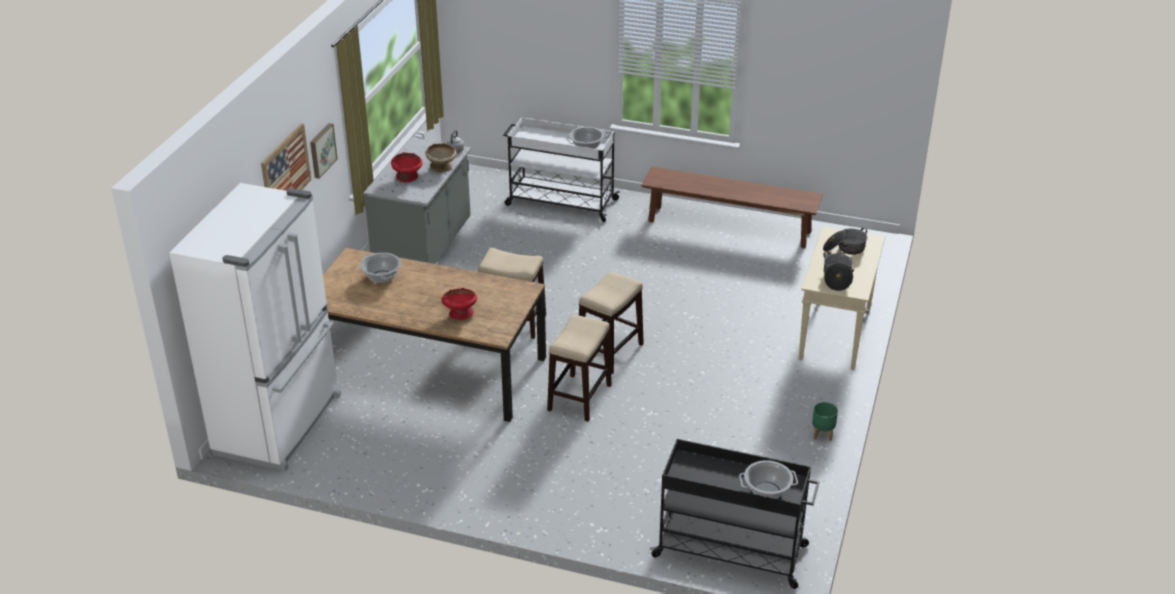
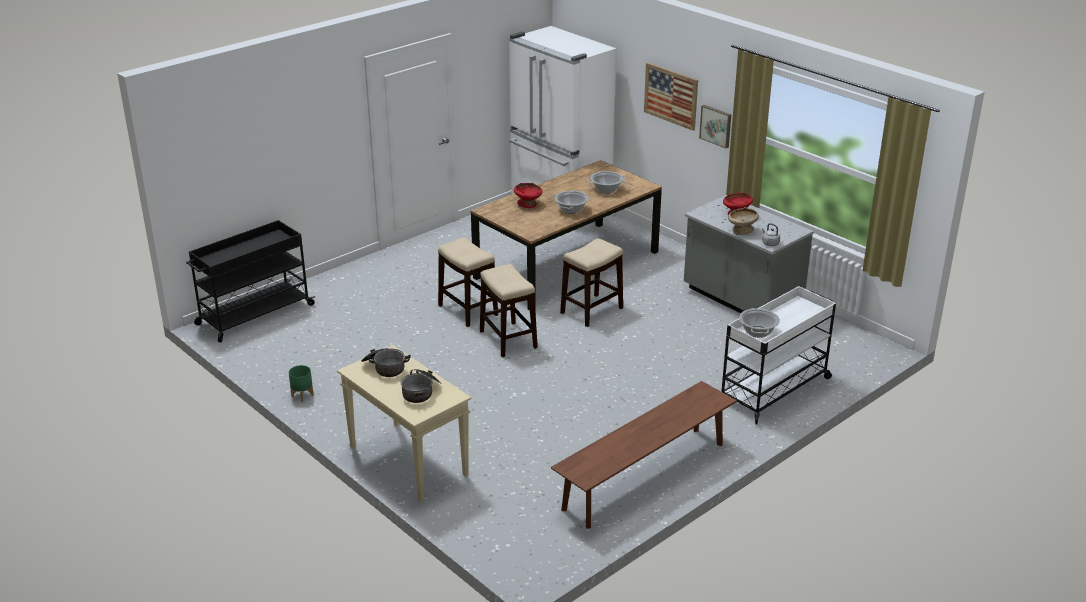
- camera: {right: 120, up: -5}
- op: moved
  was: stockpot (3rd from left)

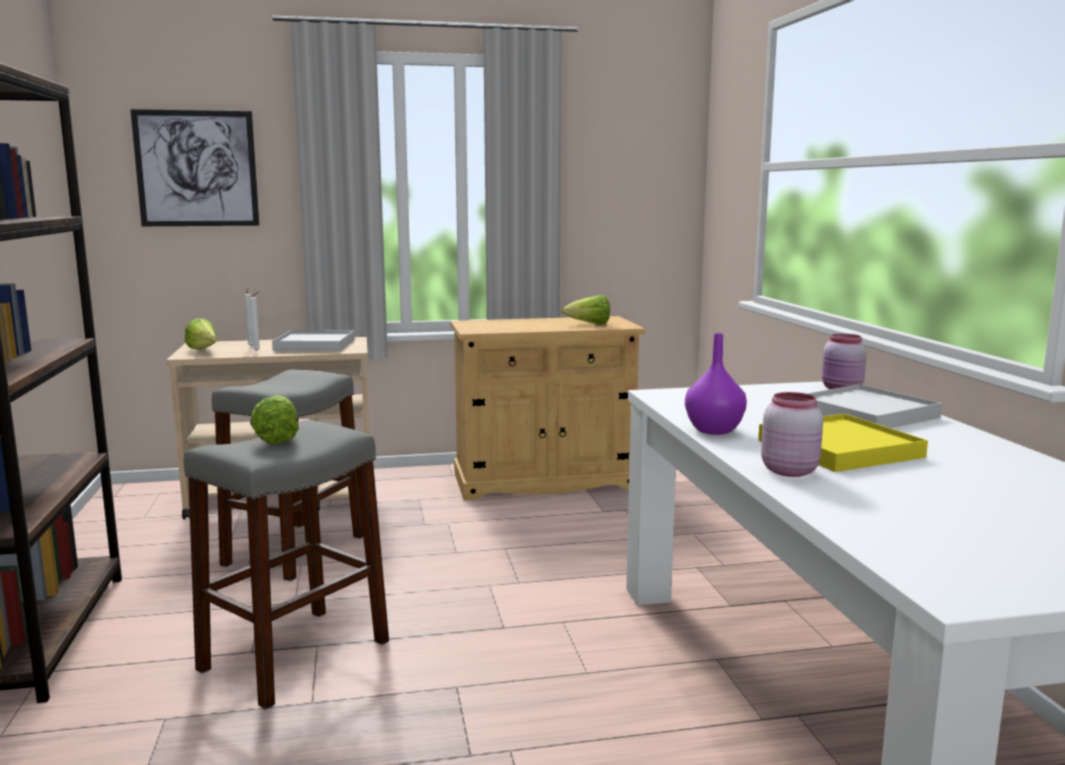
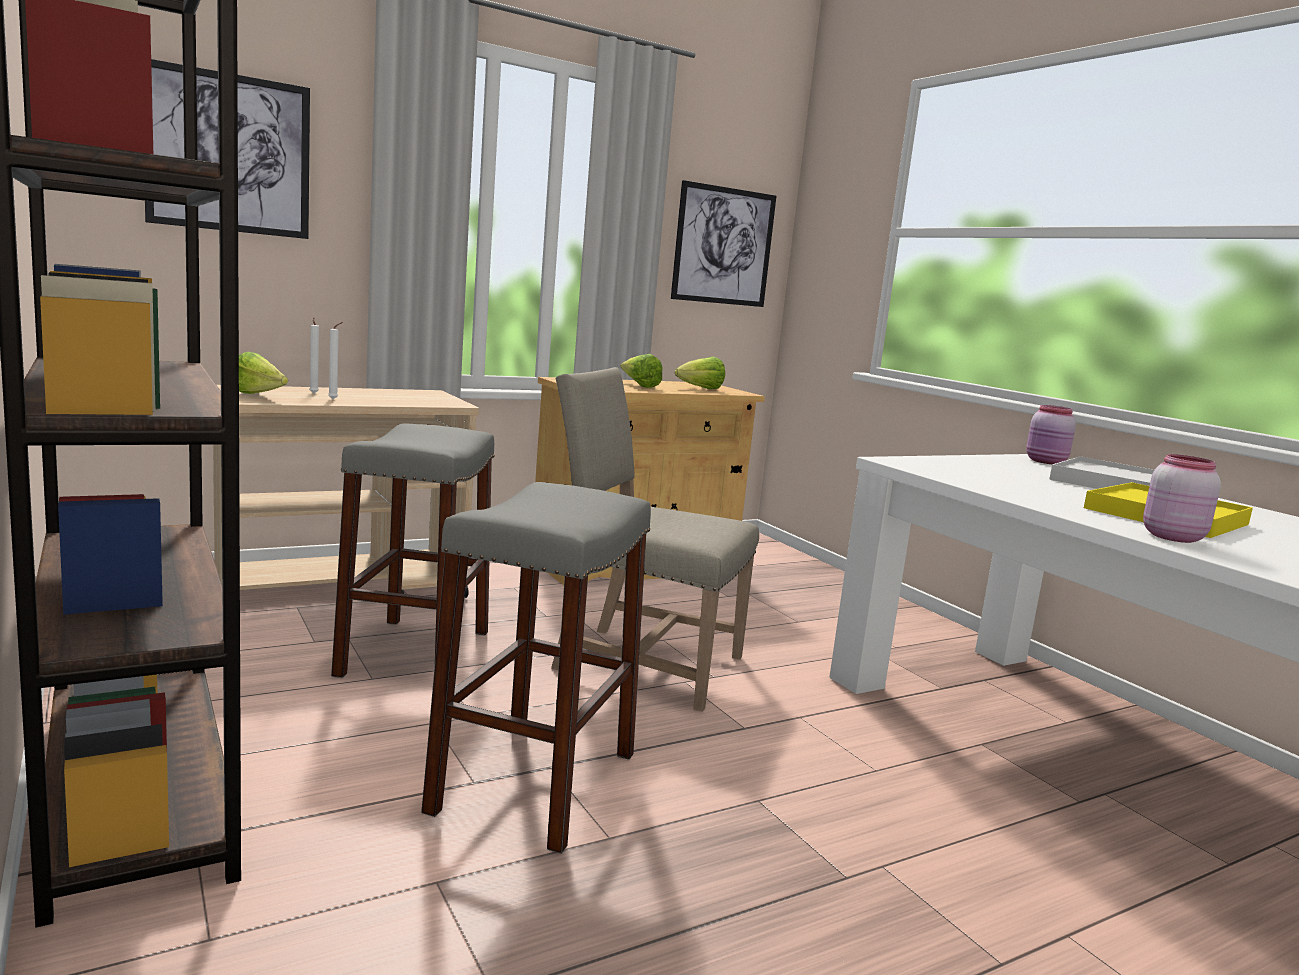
- camera: {right: -20, up: 0}
- op: removed
  was: white tray (1st from left)
- op: removed
  was: purple-coloured flower vase
- op: moved
  was: lettuce (2nd from left)
- op: added
  now: wall picture (2nd from left)
- op: added
  now: beige-coloured chair

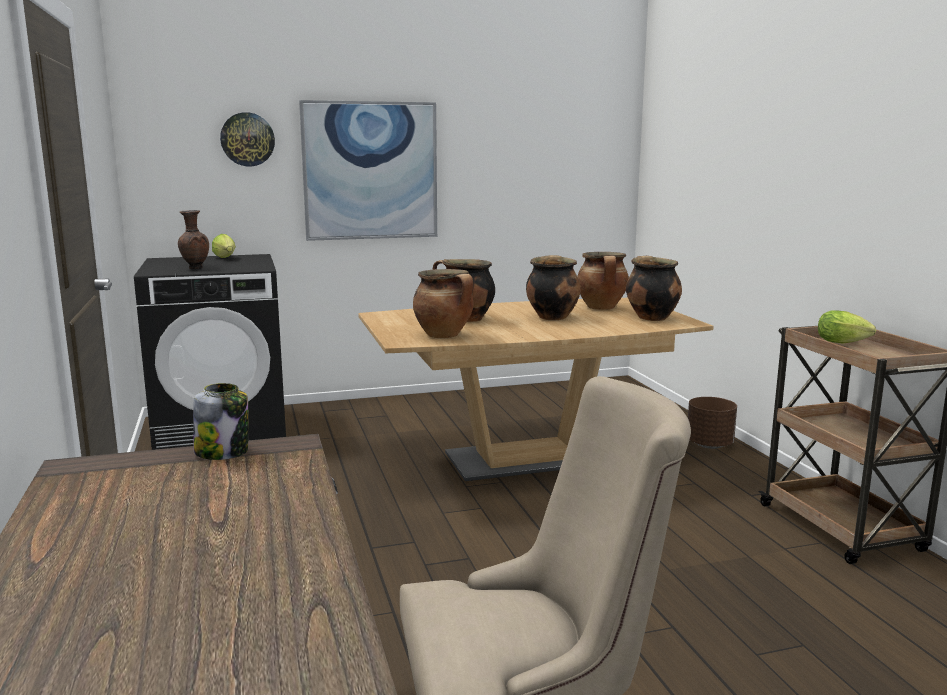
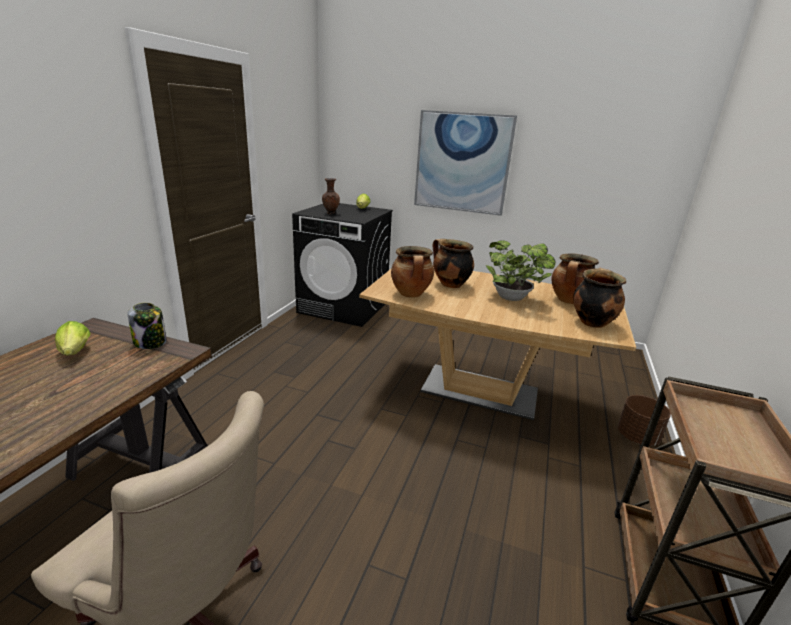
- camera: {right: 35, up: 10}
- op: removed
  was: clock on the wall
- op: replaced
  was: stockpot (3rd from left)
  now: houseplant
- op: moved
  was: lettuce (2nd from left in the first image)
  now: lettuce (1st from left)

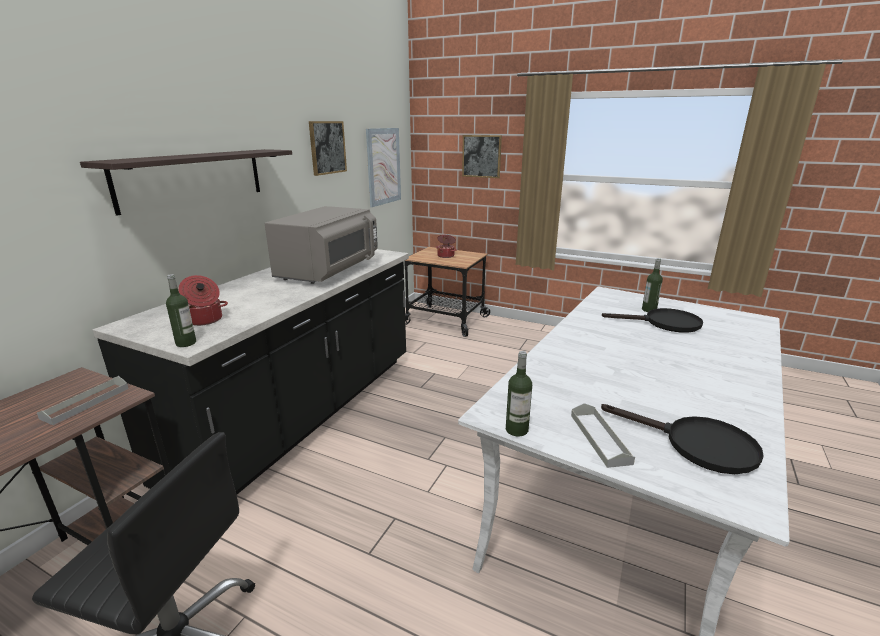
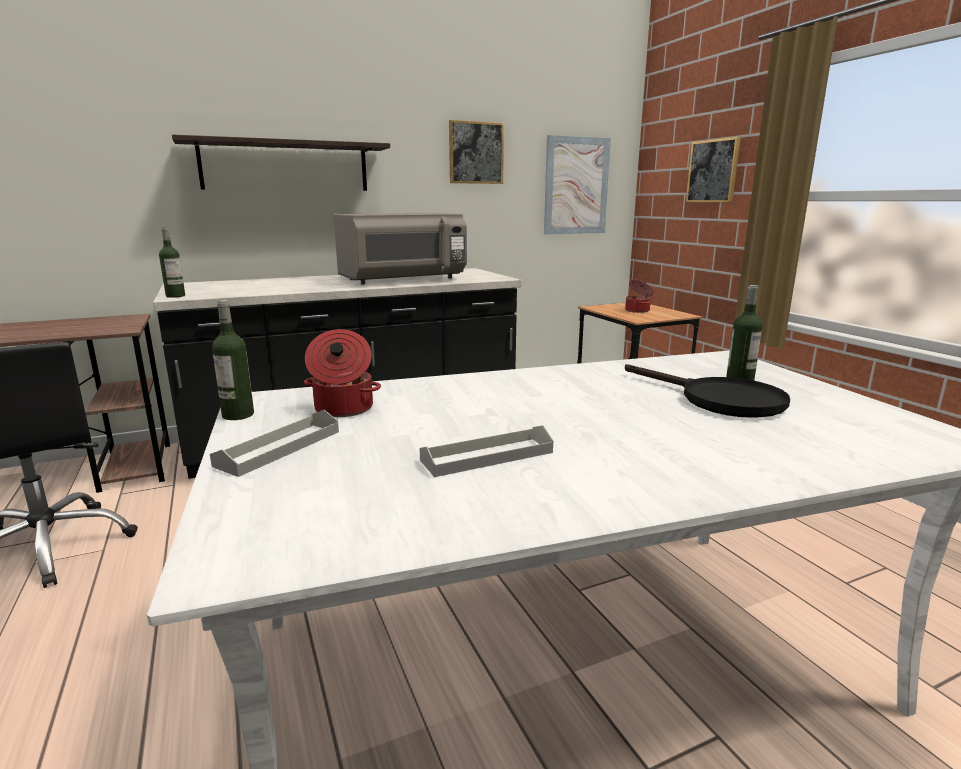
- camera: {right: 40, up: -5}
- op: moved
  was: stockpot (1st from left)
- op: moved
  was: greyish tray (1st from left in the first image)
  now: greyish tray (2nd from left)
- op: removed
  was: black skillet (2nd from left)

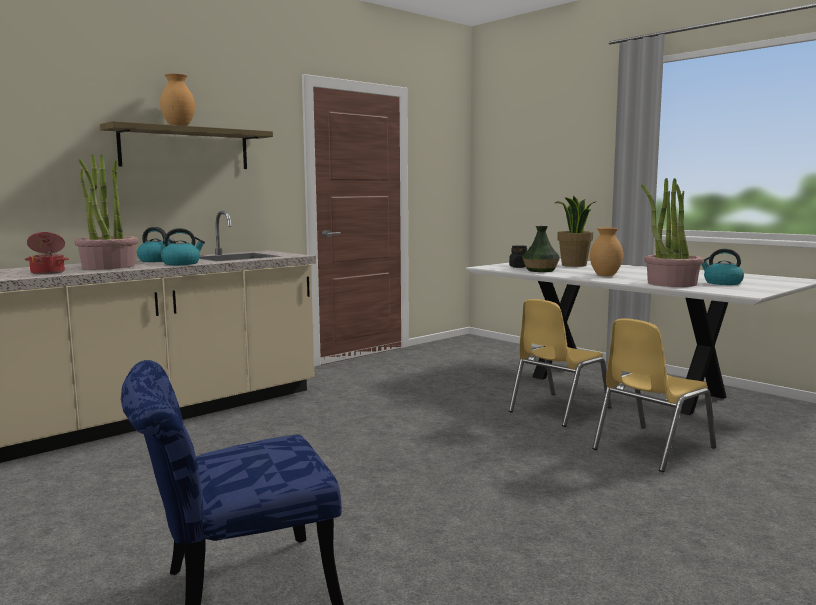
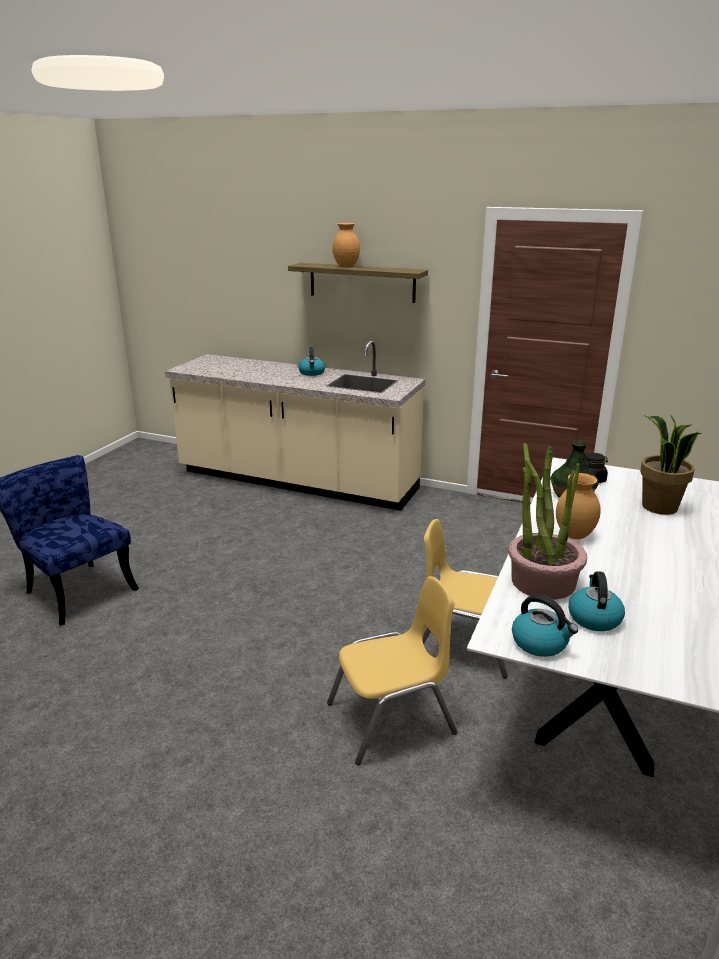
- camera: {right: 65, up: 15}
- op: removed
  was: houseplant (1st from left)
- op: moved
  was: kettle (2nd from left)
- op: removed
  was: stockpot
- op: turned
  was: yellow-coloured chair (2nd from left in the first image)
  clockwise: 135

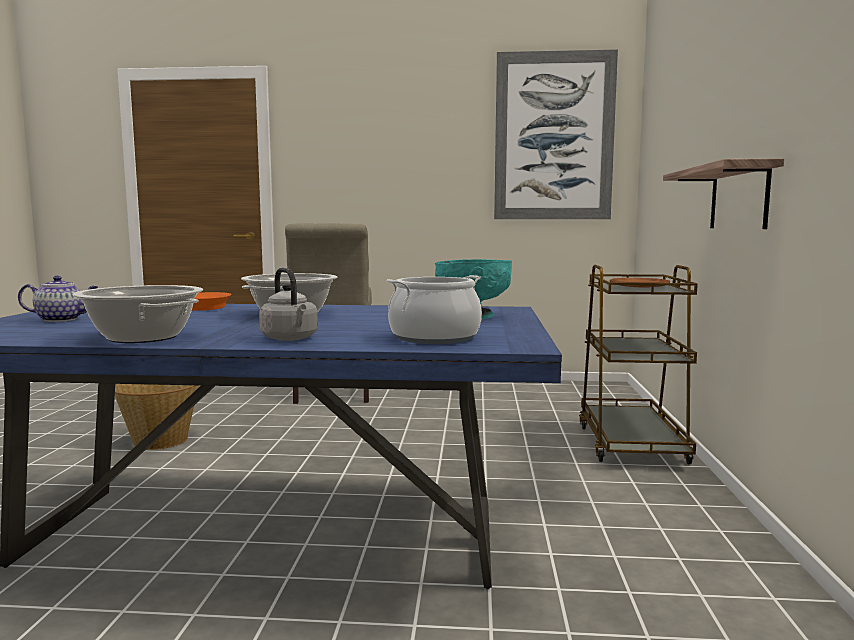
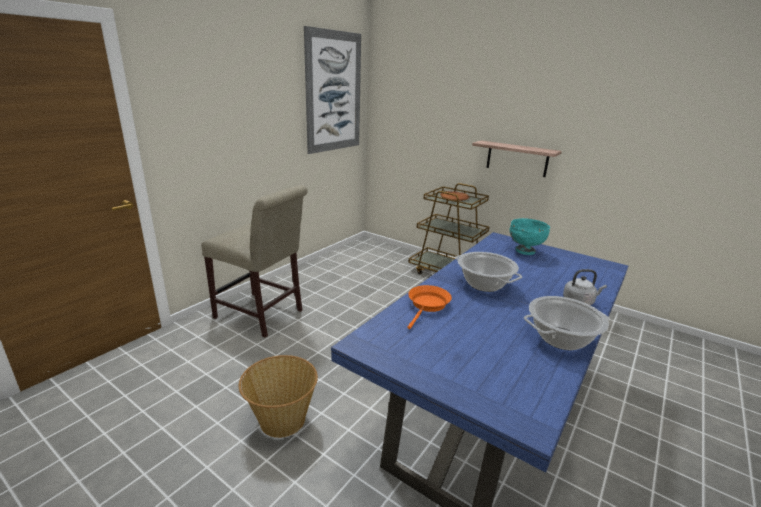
- camera: {right: -60, up: 15}
- op: removed
  was: stockpot (3rd from left)
- op: removed
  was: teapot

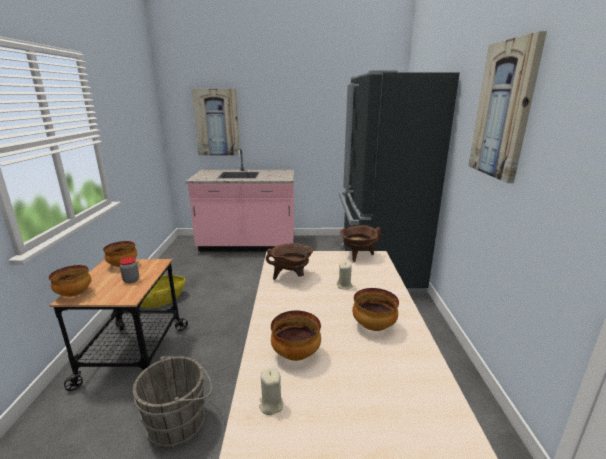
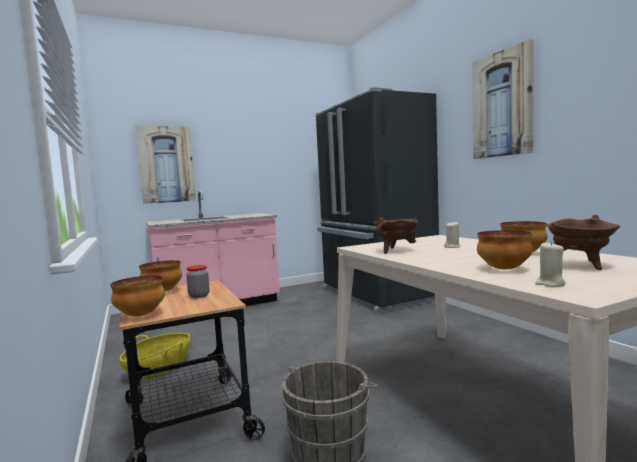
- camera: {right: -25, up: -15}
- op: moved
  was: brown stockpot (2nd from left)

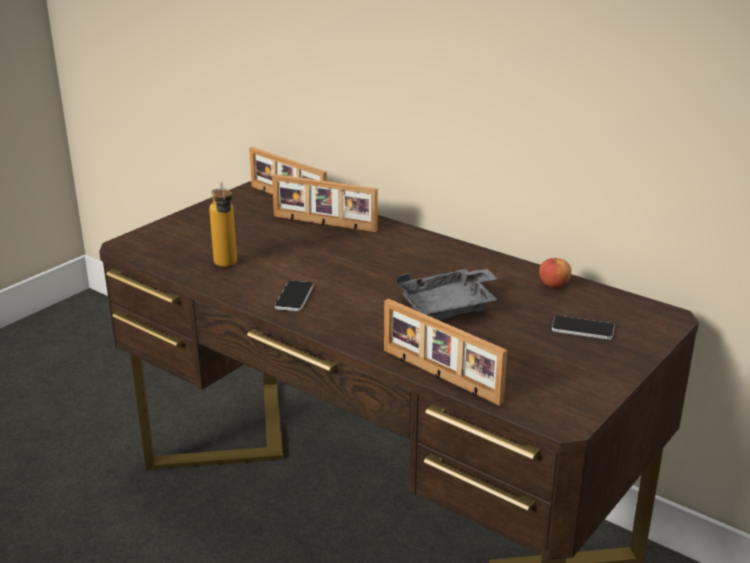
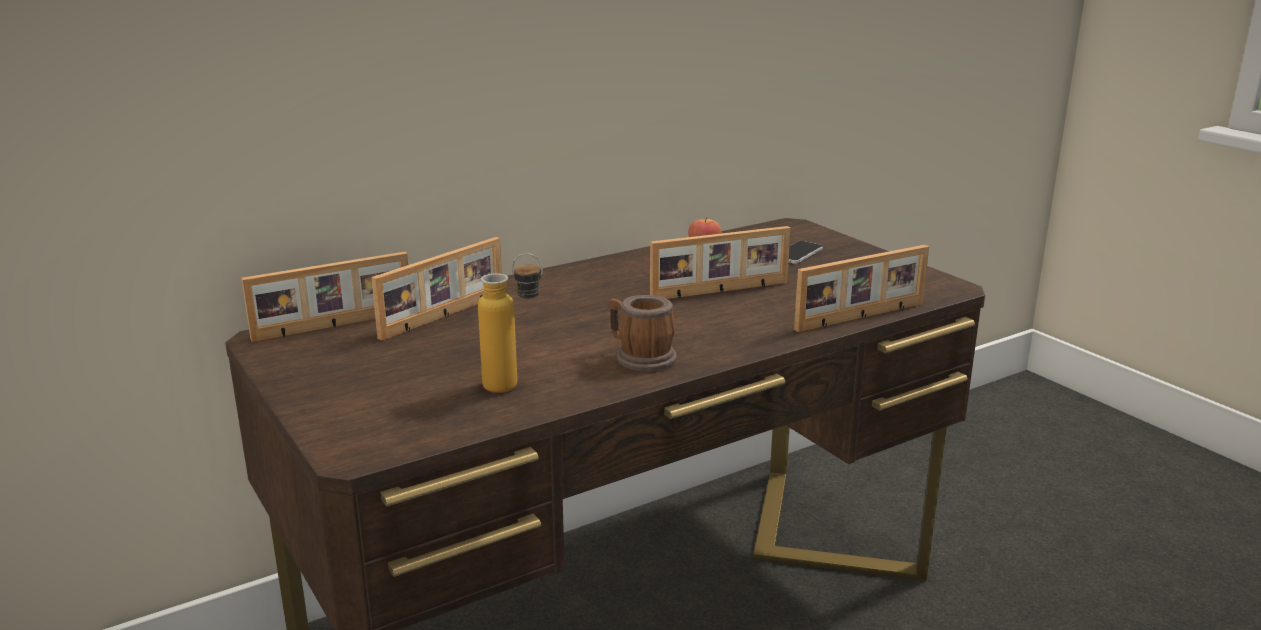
- camera: {right: -70, up: -5}
- op: replaced
  was: greyish tray
  now: photo frame (3rd from left)
- op: replaced
  was: phone (1st from left)
  now: coffee mug

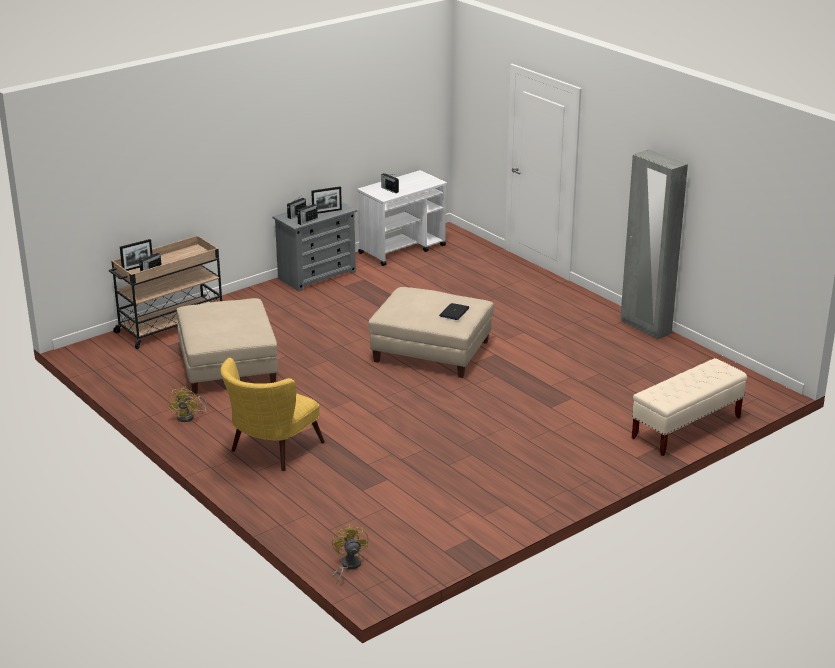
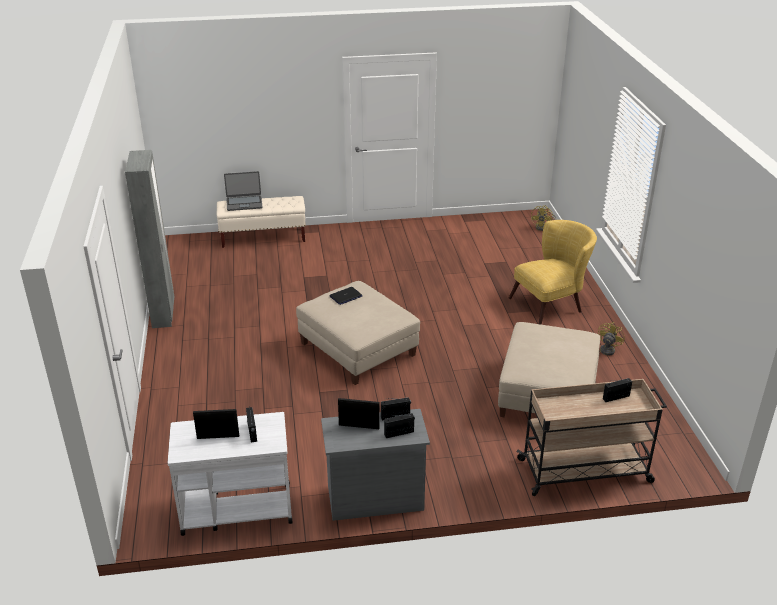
- camera: {right: -150, up: 5}
- op: moved
  was: photo frame (1st from left)
- op: added
  now: notebook computer (1st from left)

